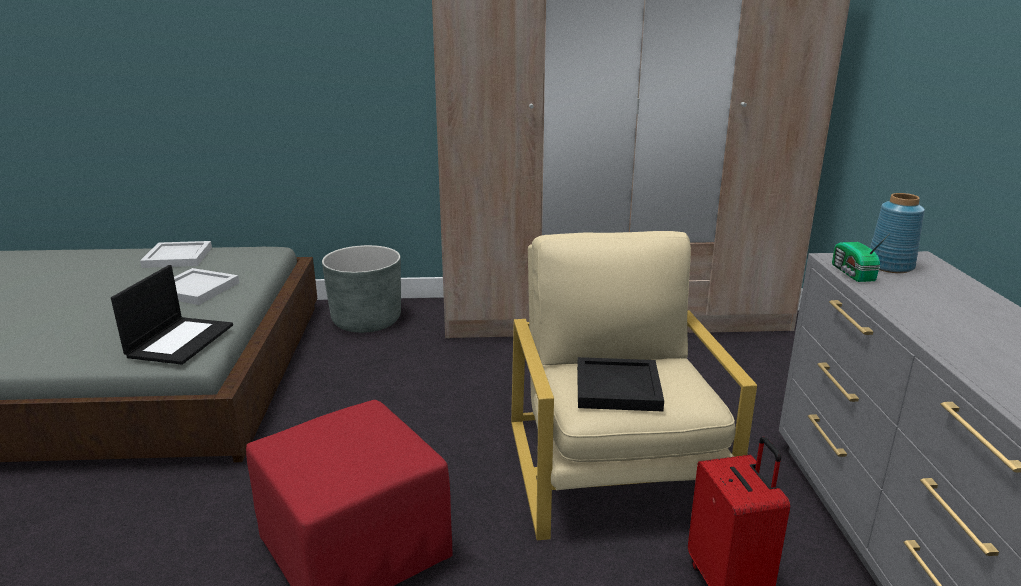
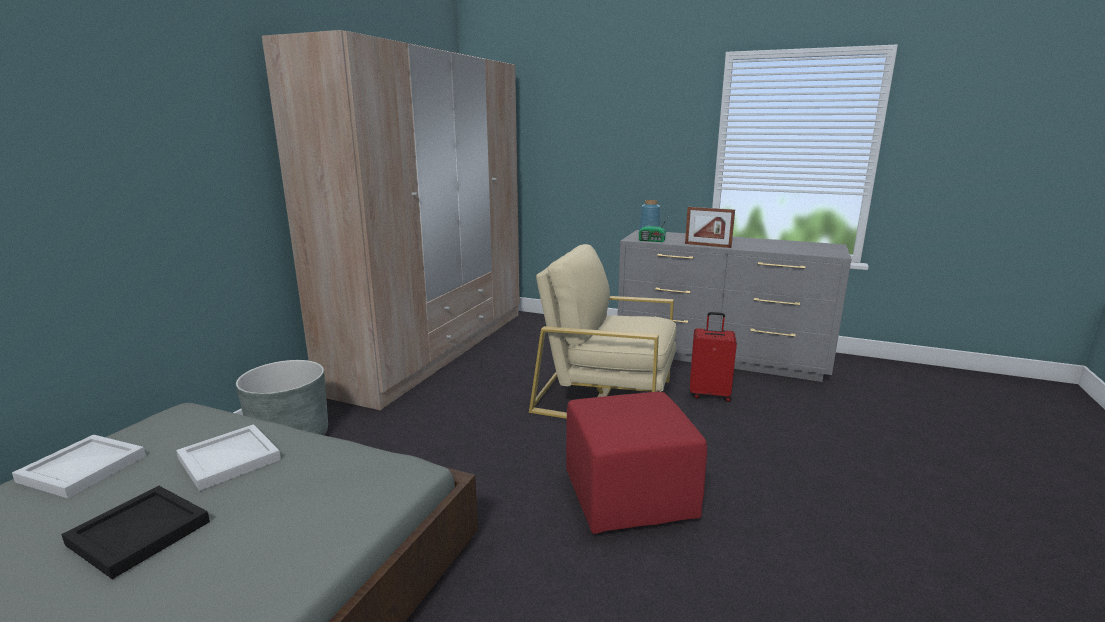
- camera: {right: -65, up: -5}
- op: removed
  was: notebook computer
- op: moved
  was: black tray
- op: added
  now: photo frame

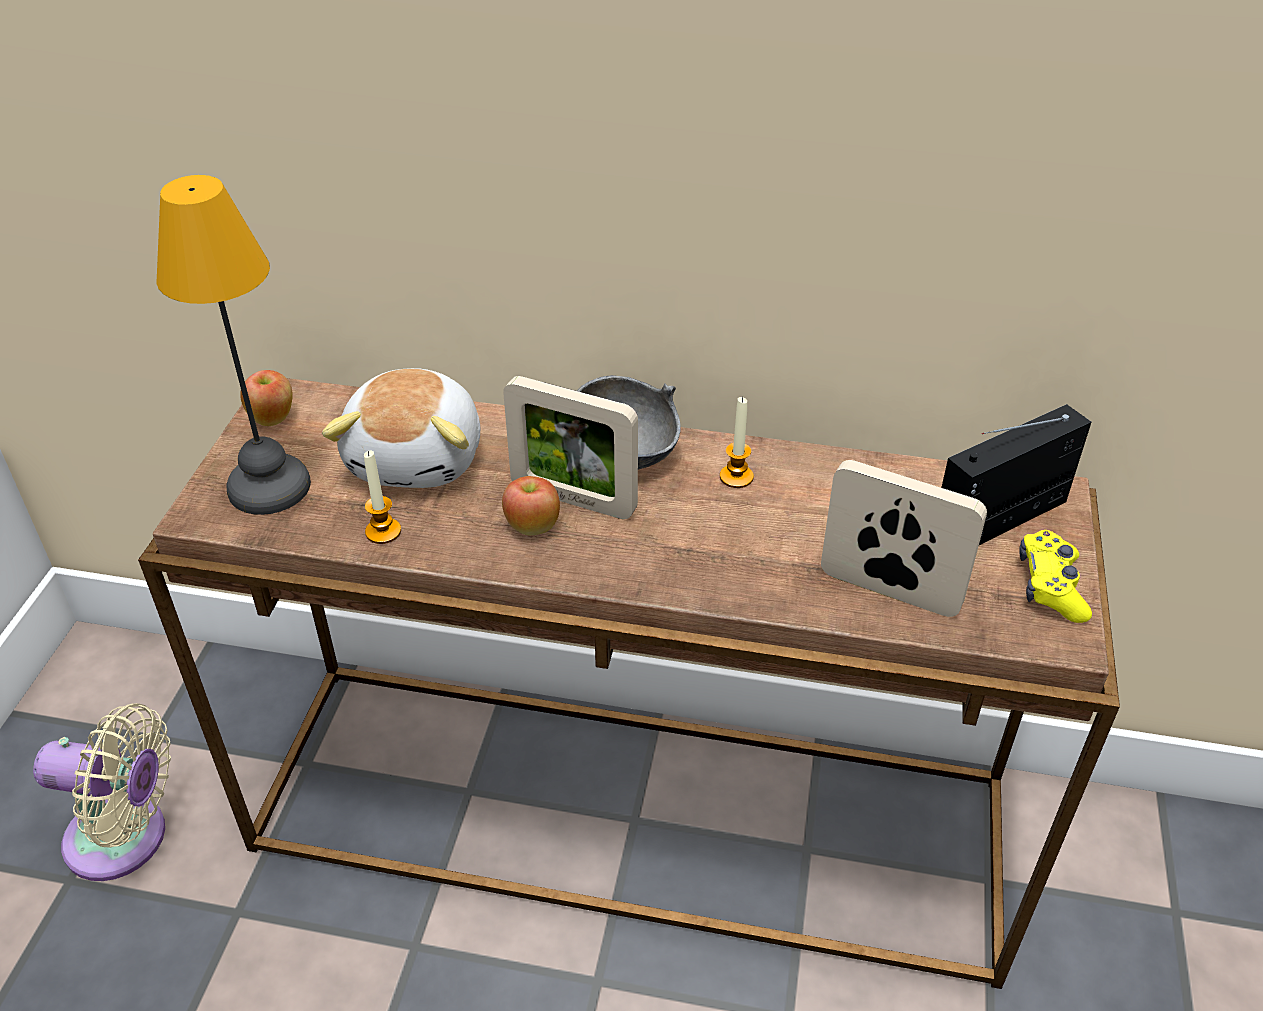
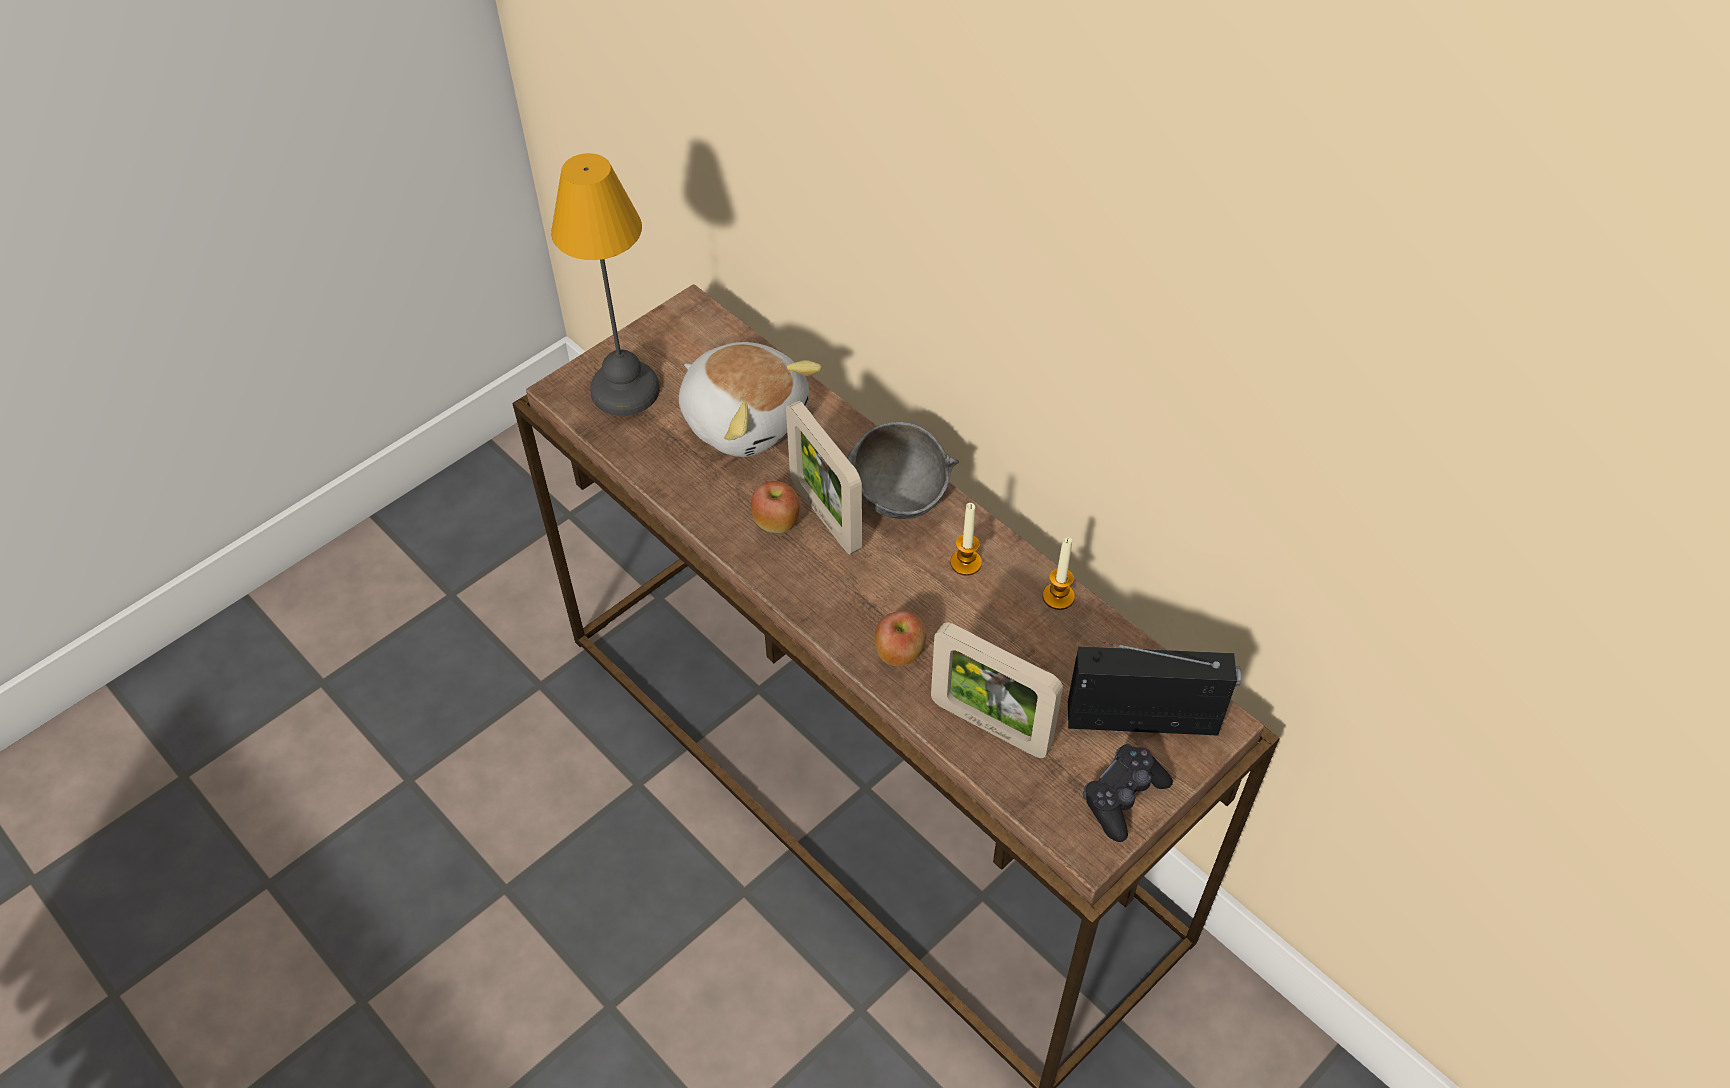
- camera: {right: 35, up: 10}
- op: turned
  was: cuddly toy
  clockwise: -90
- op: moved
  was: apple fruit (1st from left in the first image)
  now: apple fruit (2nd from left)
- op: moved
  was: candle (1st from left in the first image)
  now: candle (2nd from left)
- op: turned
  was: photo frame (2nd from left)
  clockwise: 150
- op: recoloured
  was: yellow-coloured joypad
  now: black joypad
- op: removed
  was: beige-coloured electric fan

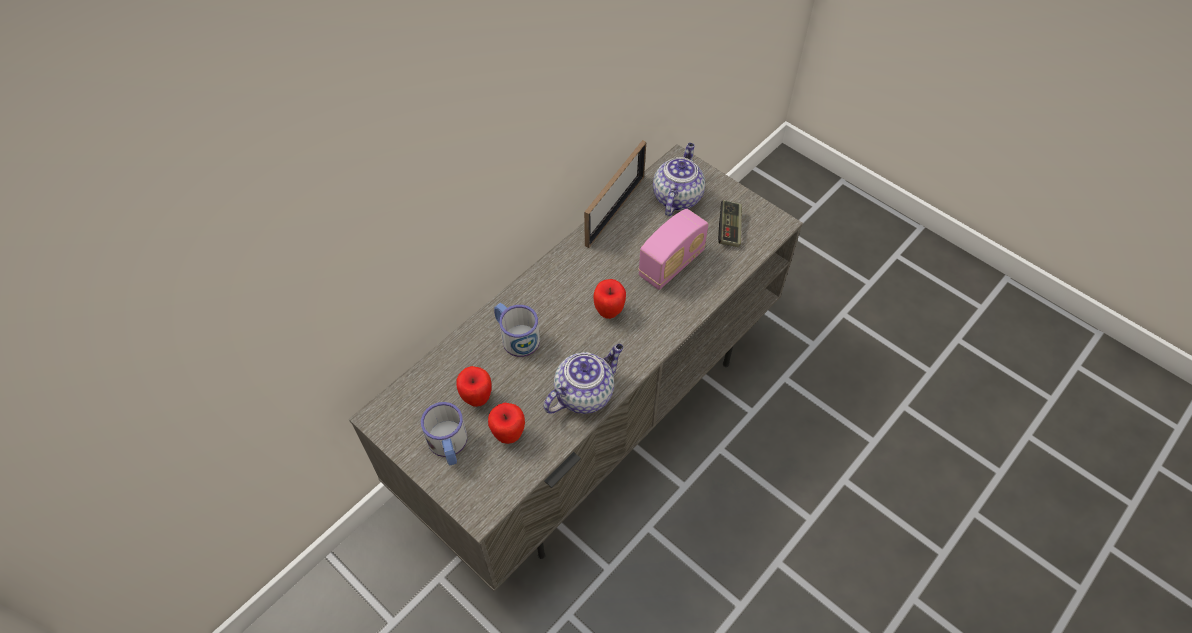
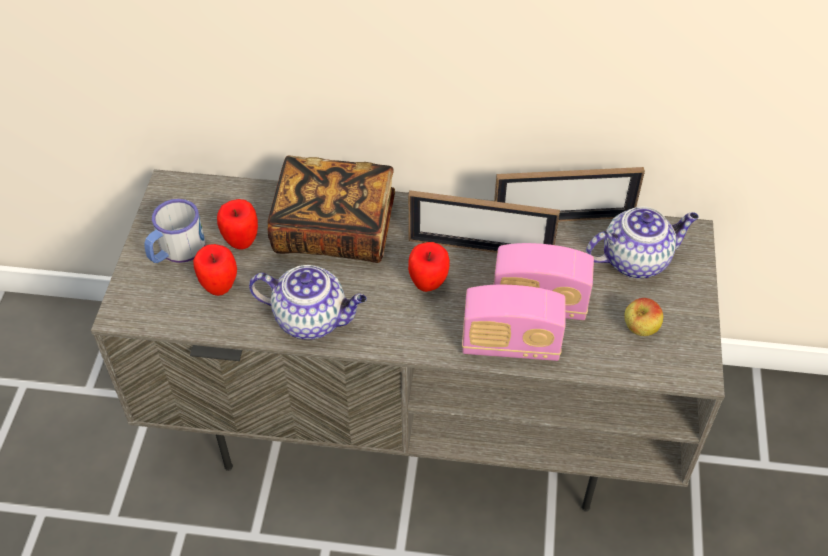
- camera: {right: 55, up: -5}
- op: replaced
  was: joypad
  now: apple fruit (4th from left)
- op: replaced
  was: coffee mug (2nd from left)
  now: bound book
- op: added
  now: photo frame (1st from left)
- op: added
  now: radio set (1st from left)

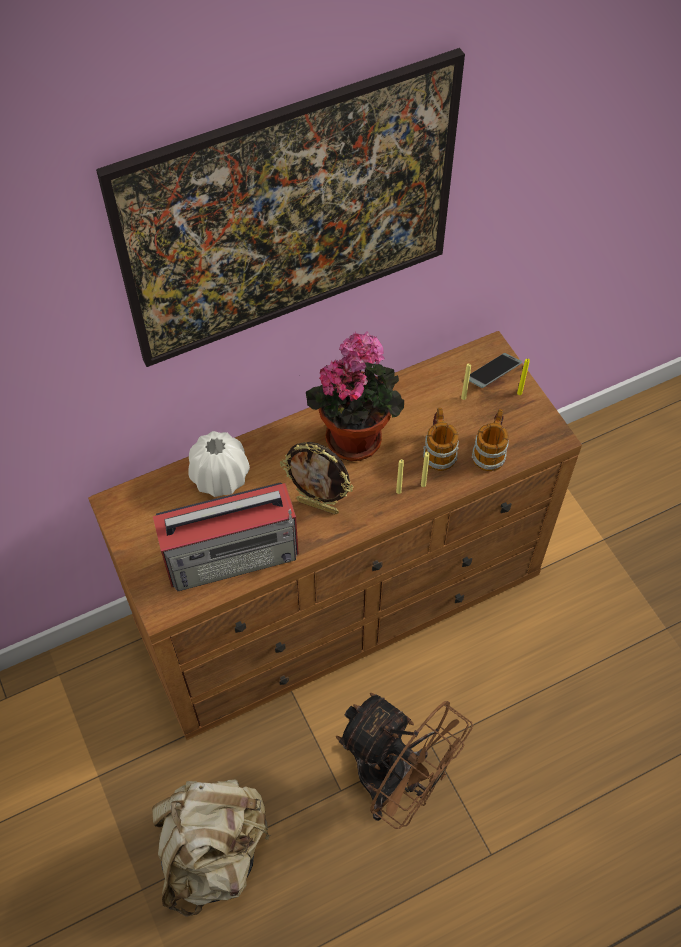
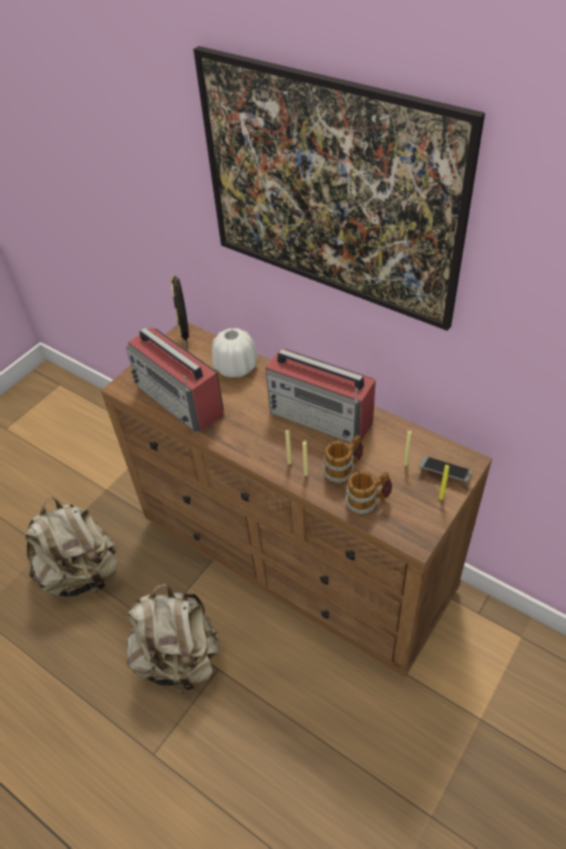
- camera: {right: 65, up: -10}
- op: replaced
  was: houseplant
  now: radio set (2nd from left)
- op: moved
  was: photo frame
- op: replaced
  was: brown electric fan
  now: beige-coloured backpack (2nd from left)

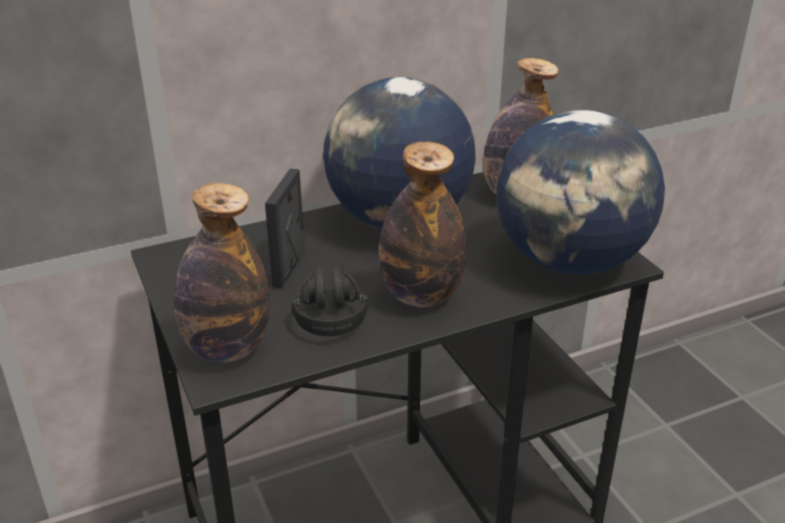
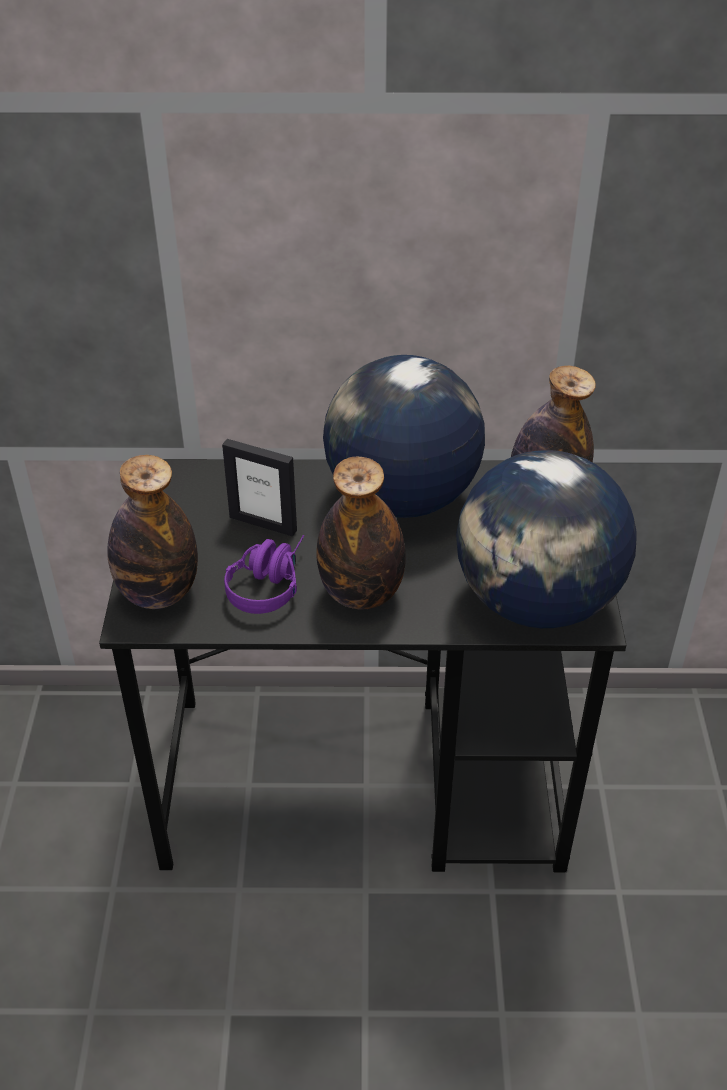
- camera: {right: 25, up: 10}
- op: turned
  was: photo frame
  clockwise: -105
- op: recoloured
  was: black headset
  now: purple-coloured headset

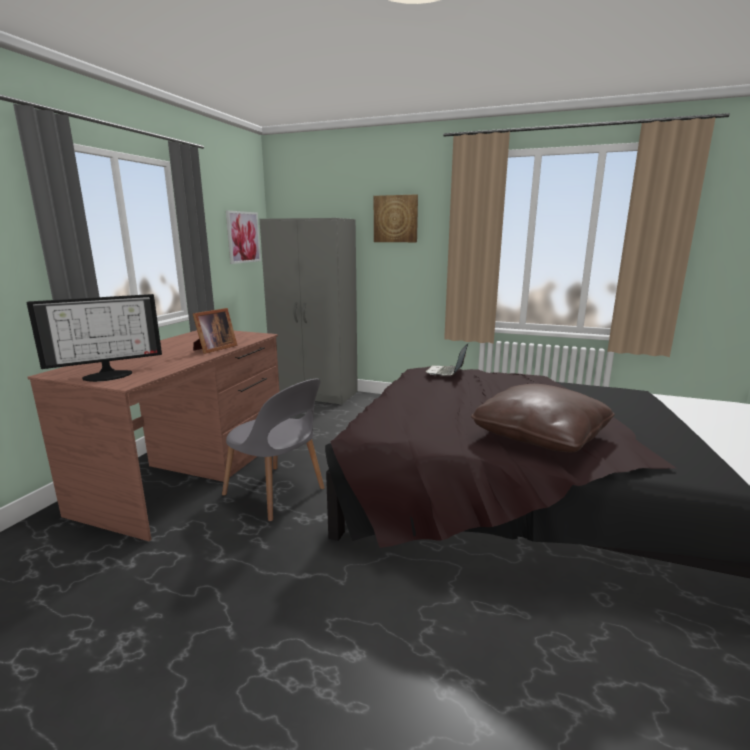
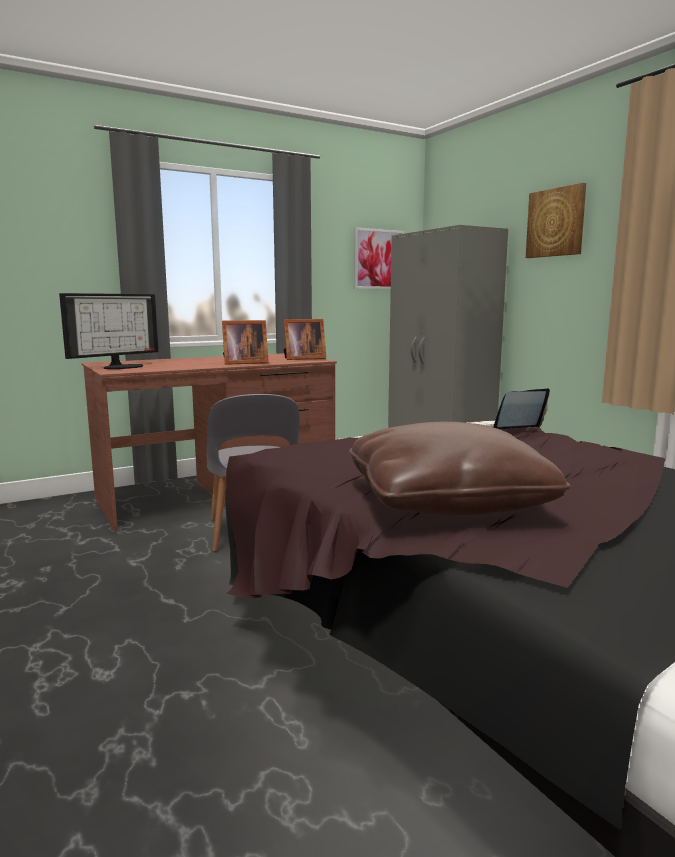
- camera: {right: 40, up: -5}
- op: turned
  was: computer screen
  clockwise: -60
- op: added
  now: photo frame (2nd from left)

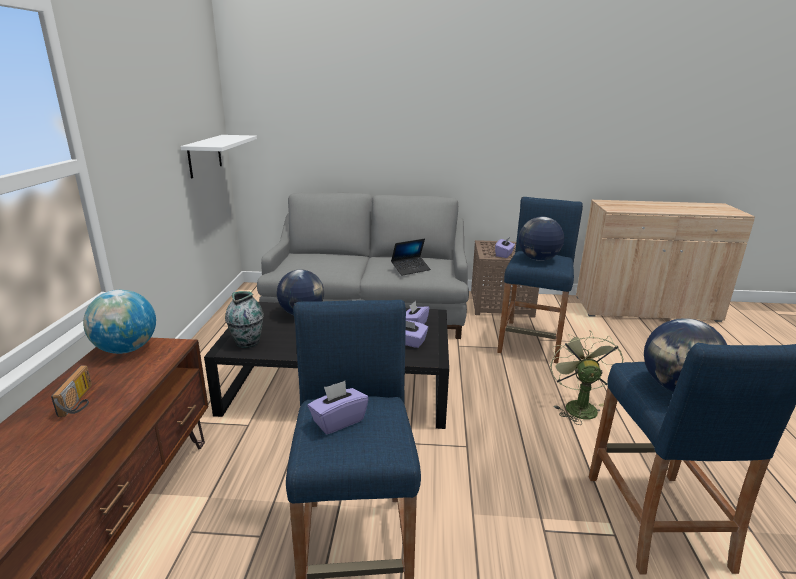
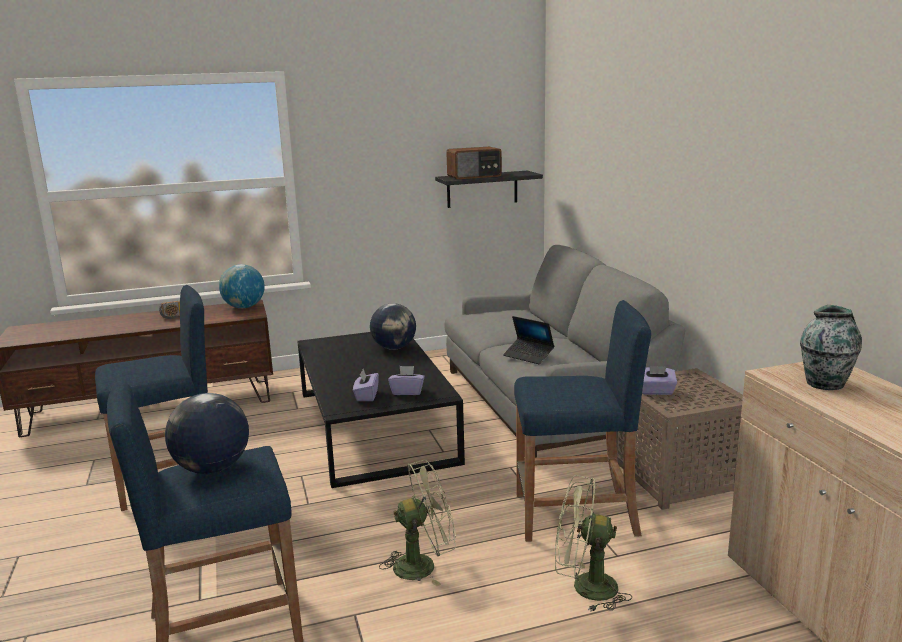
- camera: {right: 70, up: -5}
- op: recoloured
  was: white bracket shelf
  now: black bracket shelf
- op: removed
  was: world globe (3rd from left)
- op: moved
  was: flower vase
- op: removed
  was: purple-coloured tissue holder (1st from left)
- op: added
  now: radio set (2nd from left)
- op: added
  now: green electric fan (2nd from left)

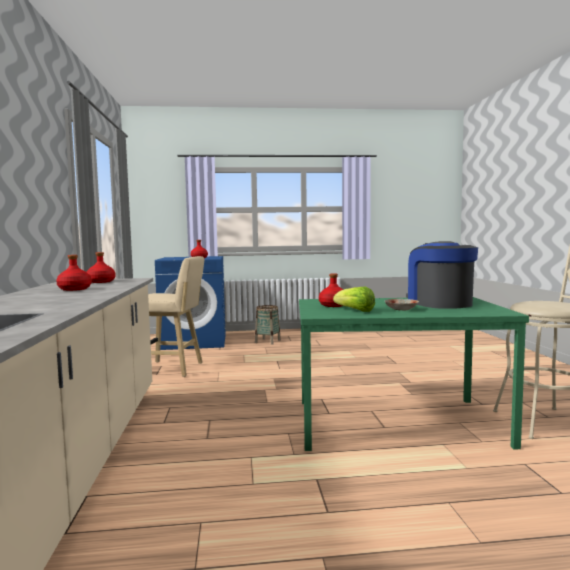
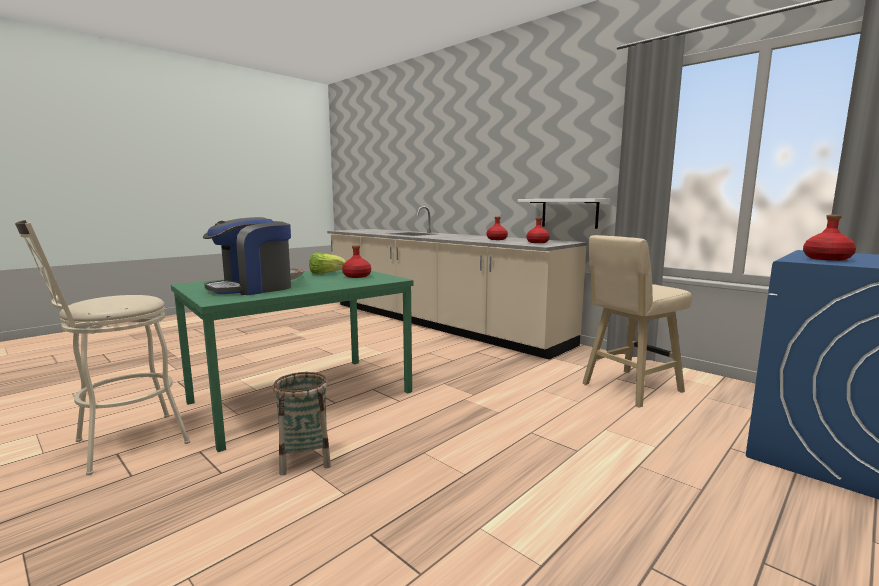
- camera: {right: 140, up: 5}
- op: turned
  was: coffee brewer
  clockwise: 105
- op: moved
  was: basket
- op: added
  now: white bracket shelf

